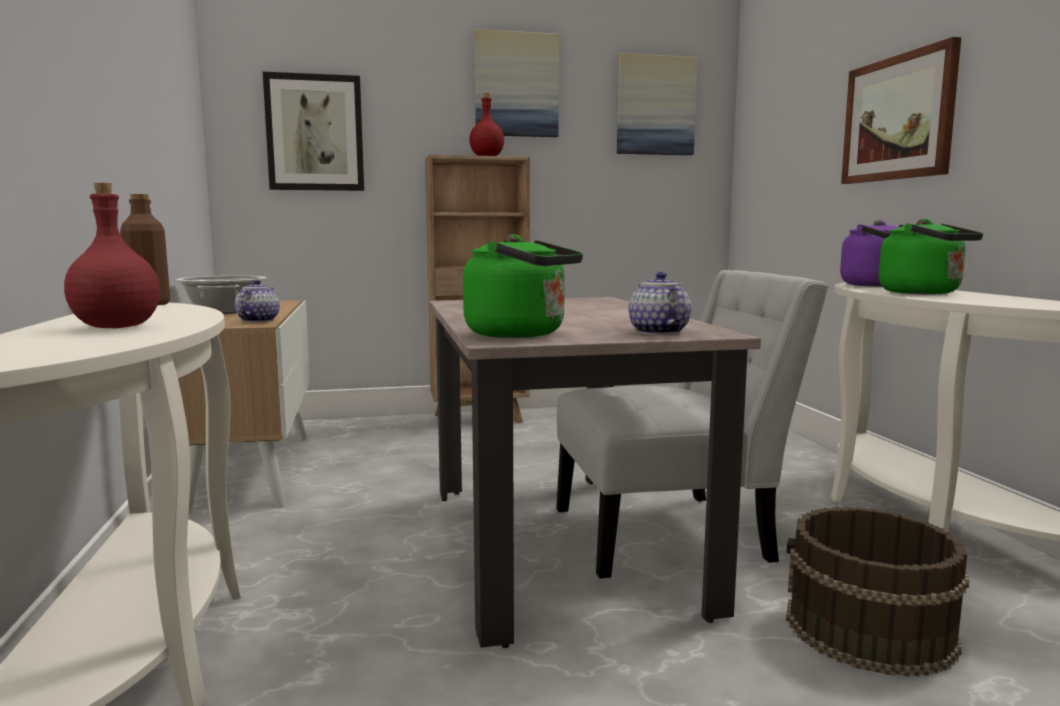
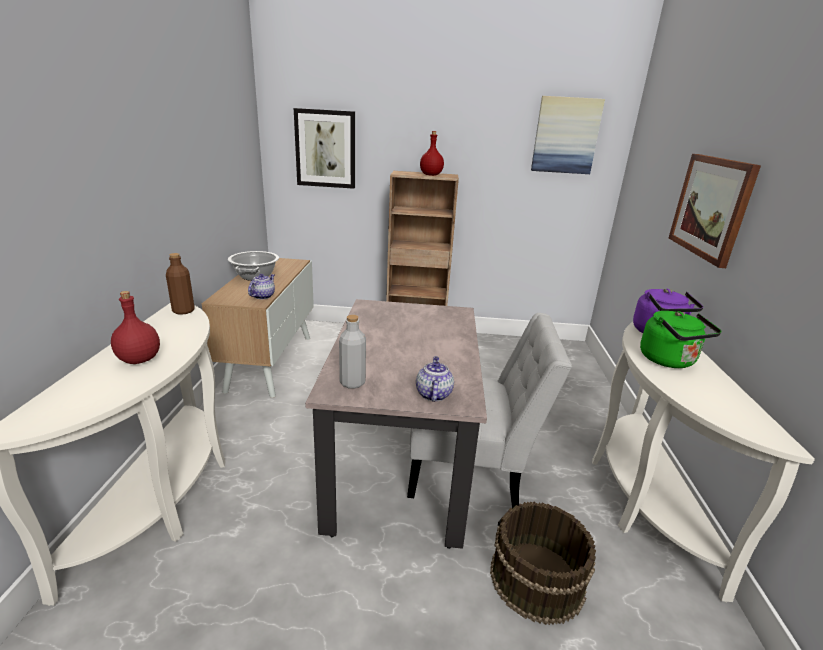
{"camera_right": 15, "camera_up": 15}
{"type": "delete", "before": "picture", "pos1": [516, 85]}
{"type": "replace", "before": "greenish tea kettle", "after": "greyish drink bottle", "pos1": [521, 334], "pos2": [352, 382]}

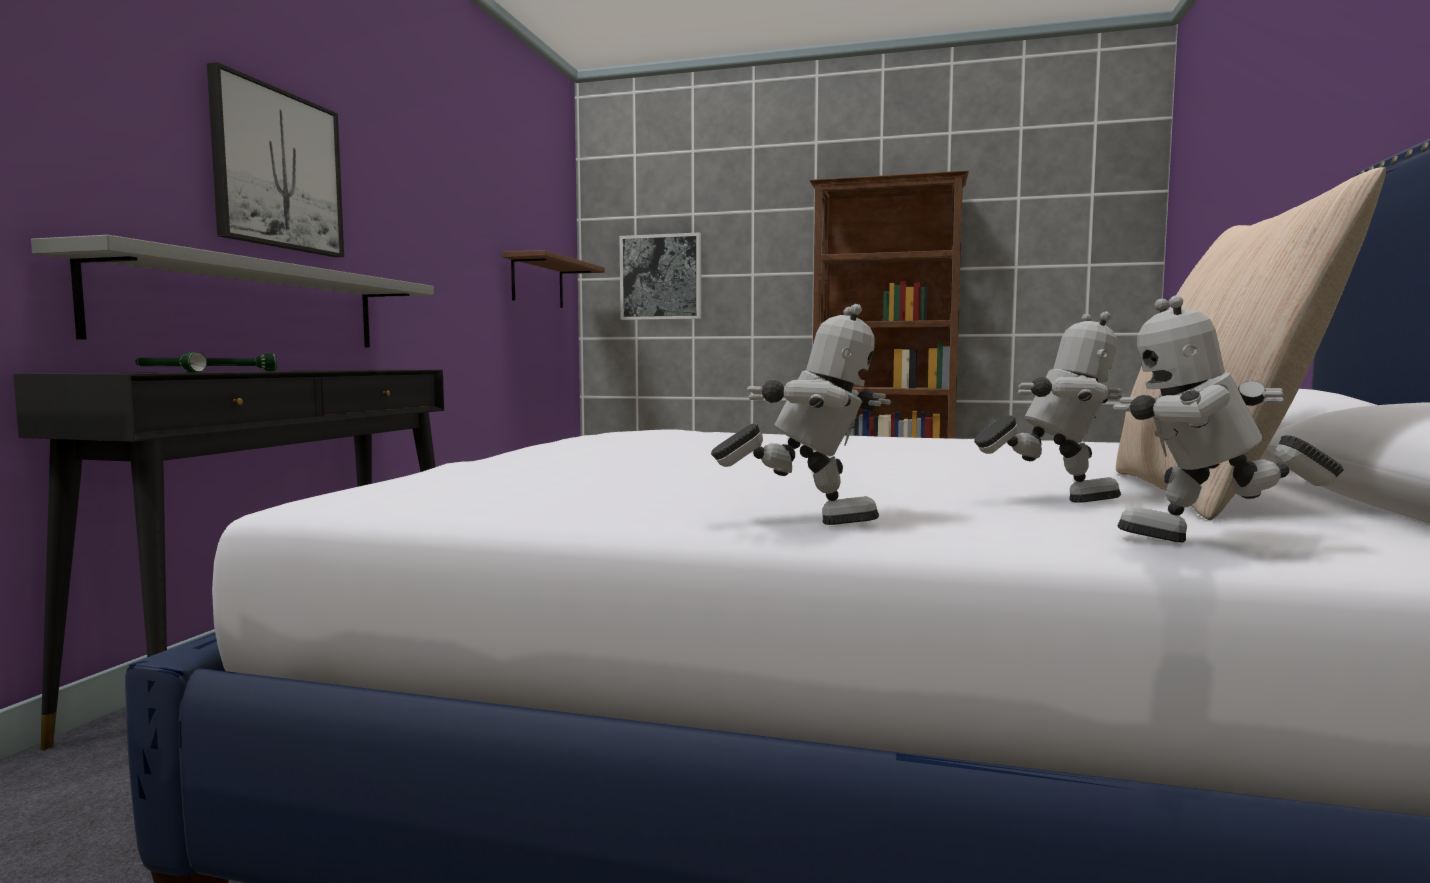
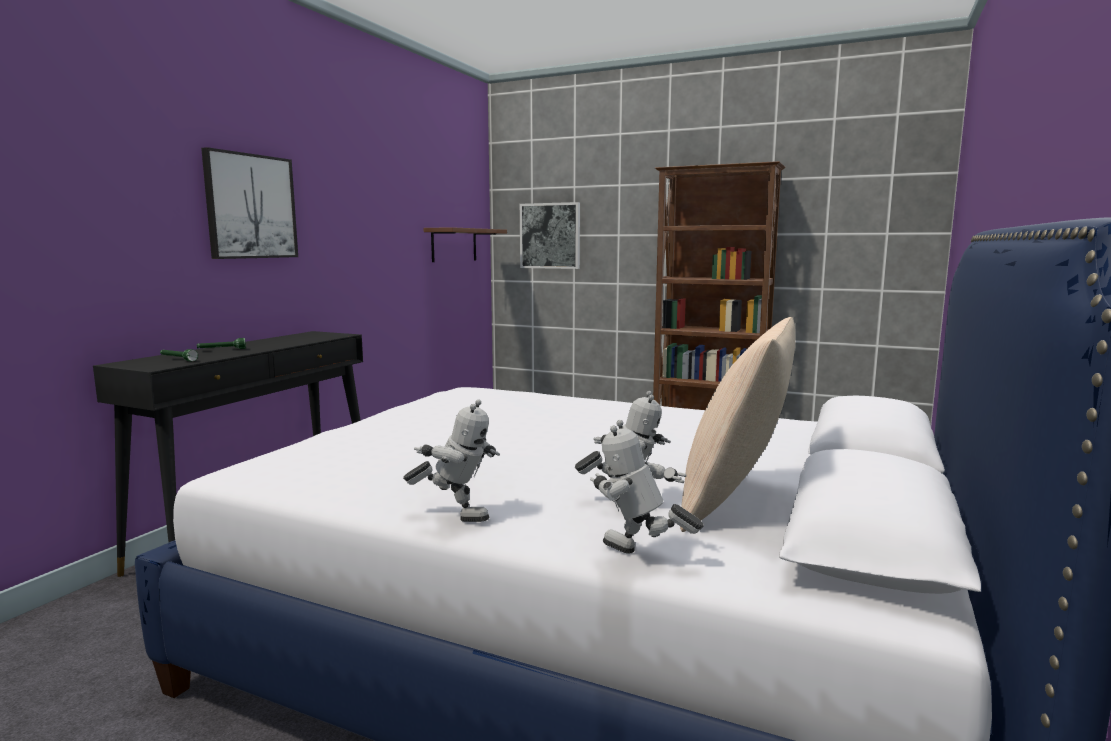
{"camera_right": 10, "camera_up": 5}
{"type": "delete", "before": "greyish bracket shelf", "pos1": [250, 306]}

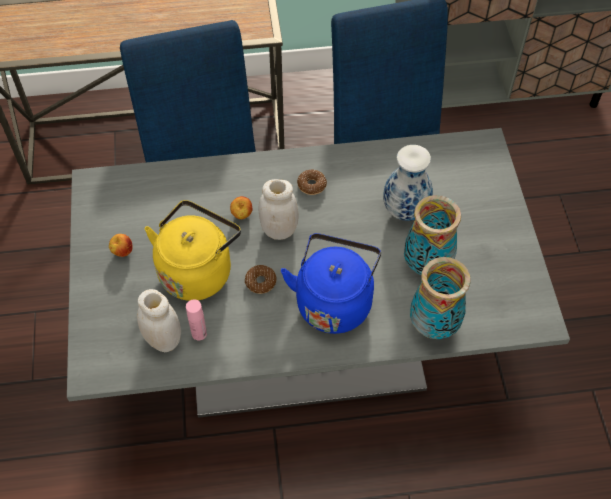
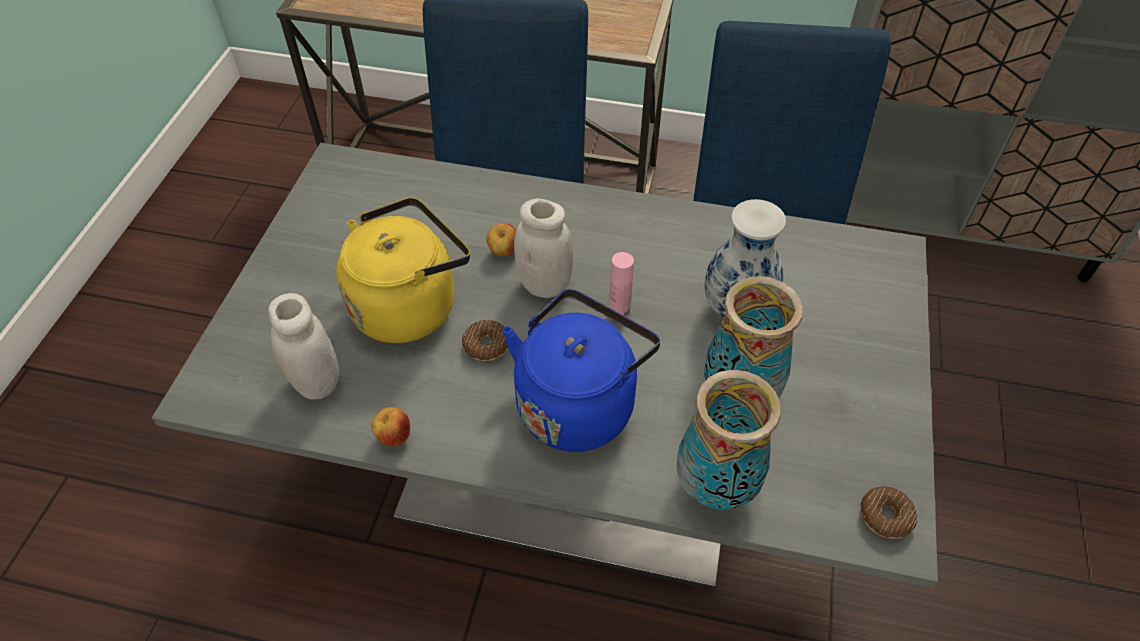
{"camera_right": 20, "camera_up": -5}
{"type": "move", "before": "apple fruit", "pos1": [122, 252], "pos2": [394, 437]}
{"type": "move", "before": "pink-coloured drink bottle", "pos1": [199, 333], "pos2": [619, 312]}
{"type": "move", "before": "ring doughnut", "pos1": [311, 185], "pos2": [885, 516]}

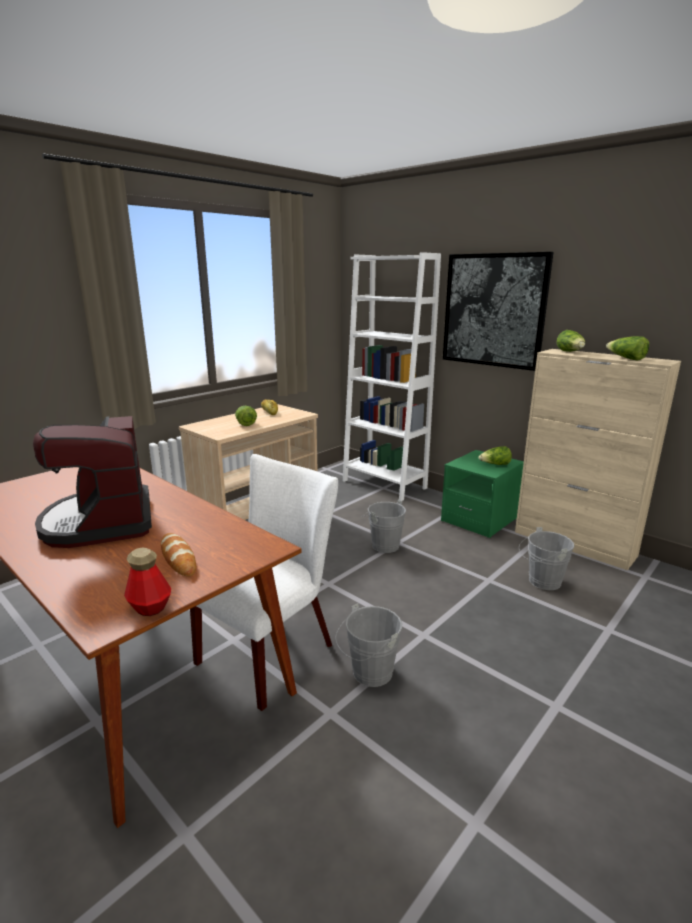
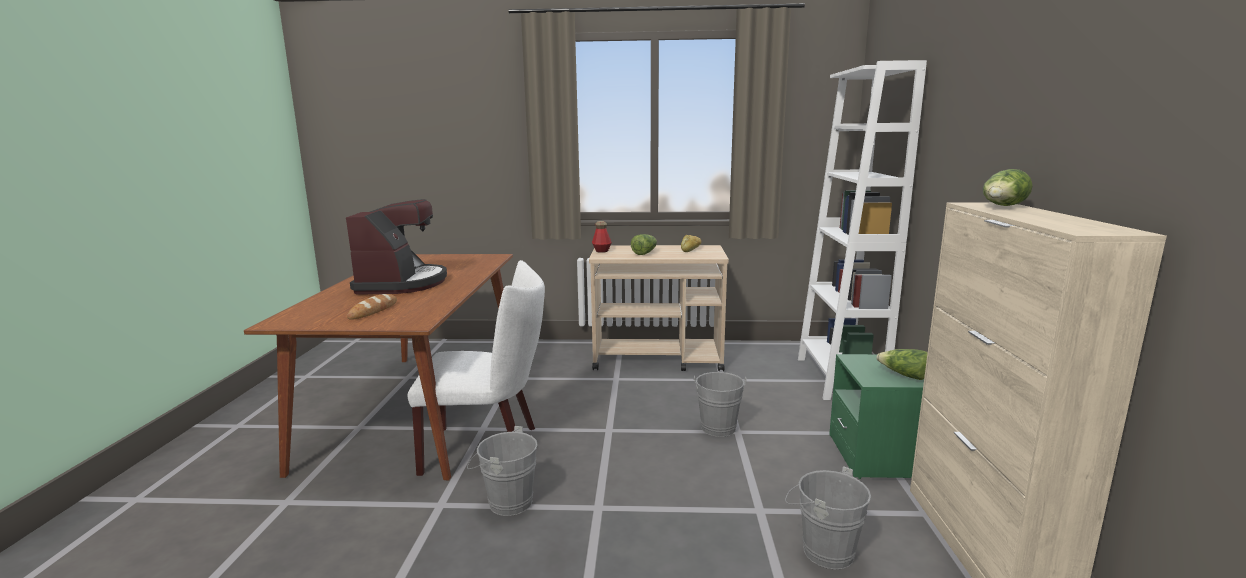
{"camera_right": 50, "camera_up": -5}
{"type": "delete", "before": "picture", "pos1": [494, 310]}
{"type": "delete", "before": "lettuce", "pos1": [626, 358]}
{"type": "move", "before": "drink bottle", "pos1": [150, 607], "pos2": [602, 251]}
{"type": "rotate", "before": "coffee machine", "pos1": [101, 522], "pos2": [402, 283], "turn": 150}

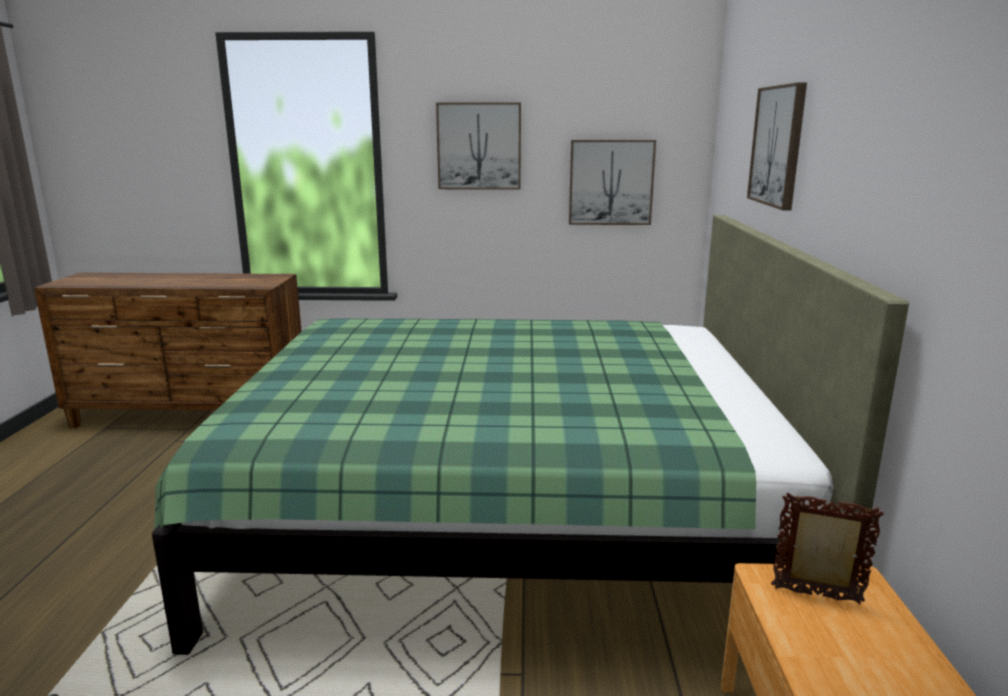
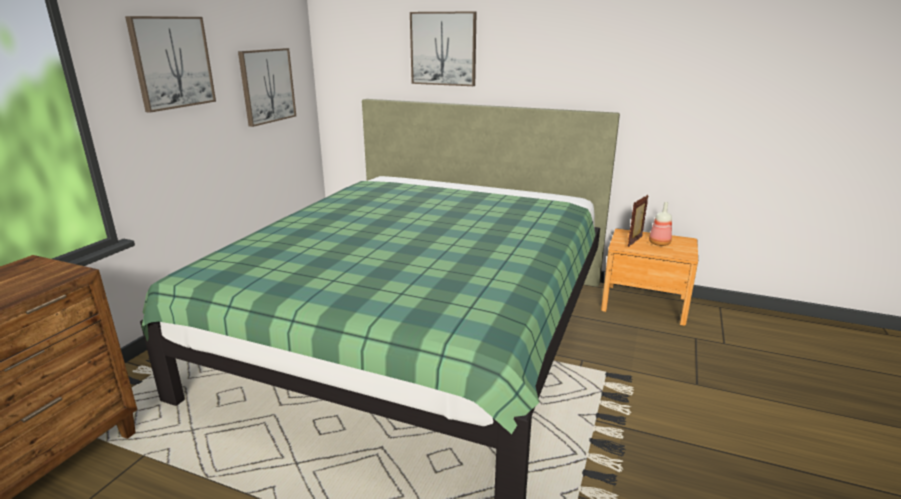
{"camera_right": -70, "camera_up": 5}
{"type": "insert", "after": "drink bottle", "pos2": [659, 243]}

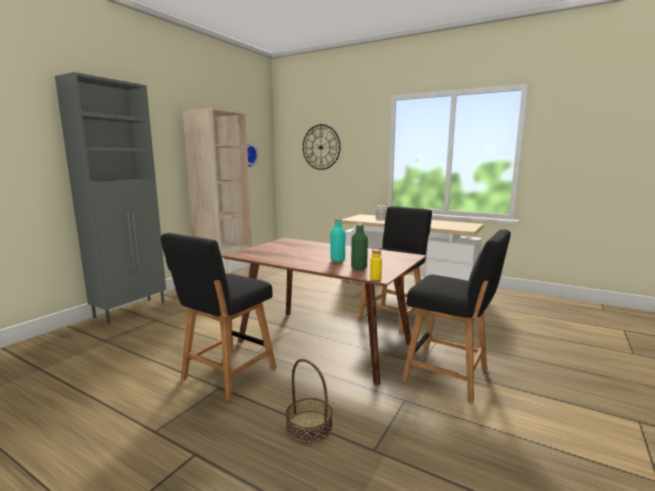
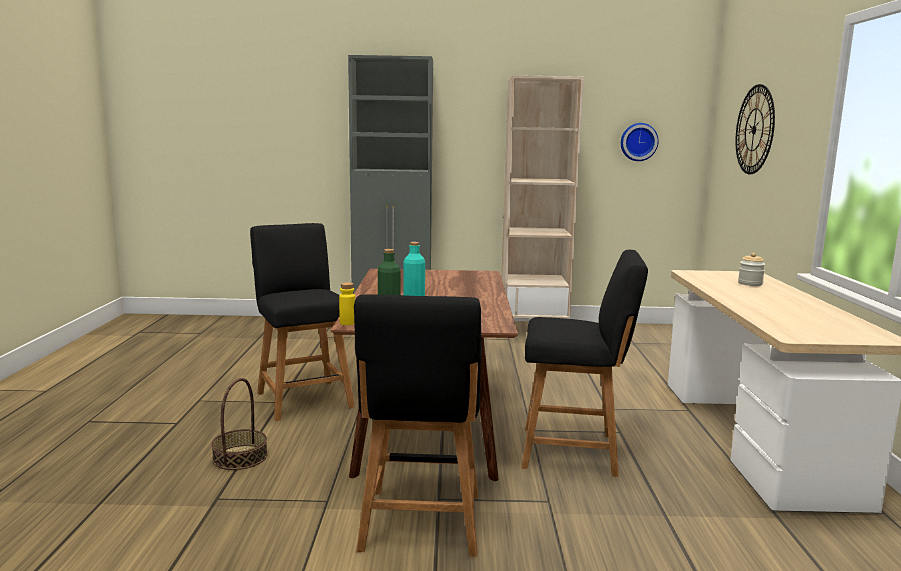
{"camera_right": 60, "camera_up": 0}
{"type": "rotate", "before": "black upright chair", "pos1": [226, 375], "pos2": [303, 398], "turn": 60}

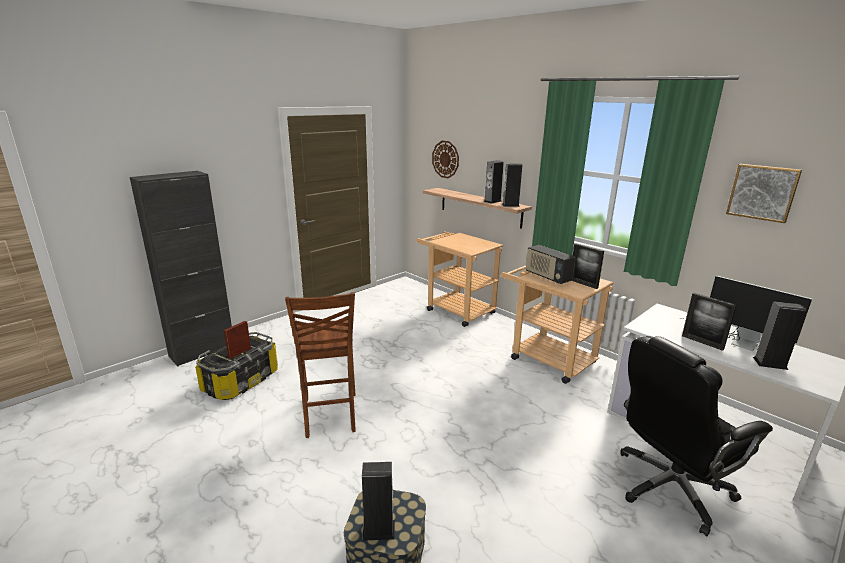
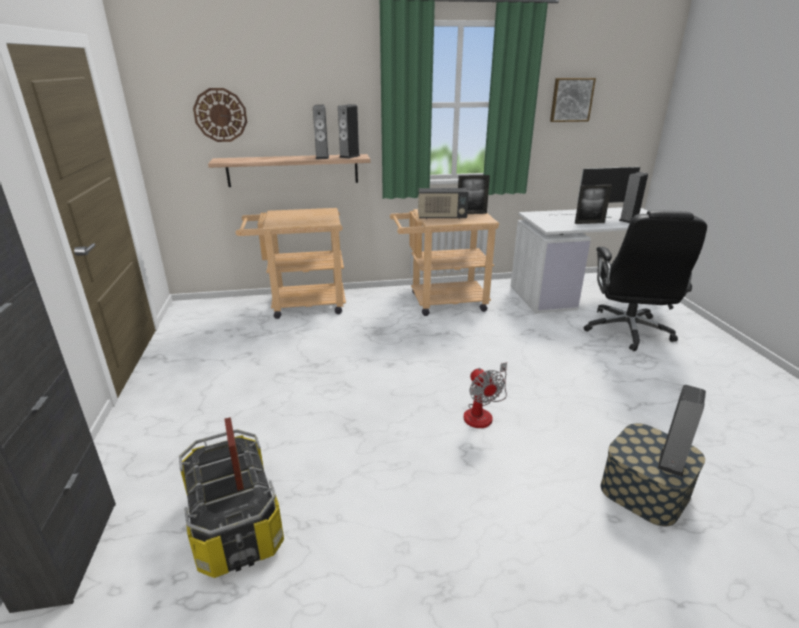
{"camera_right": -55, "camera_up": 5}
{"type": "delete", "before": "brown upright chair", "pos1": [329, 416]}
{"type": "insert", "after": "fan", "pos2": [482, 412]}

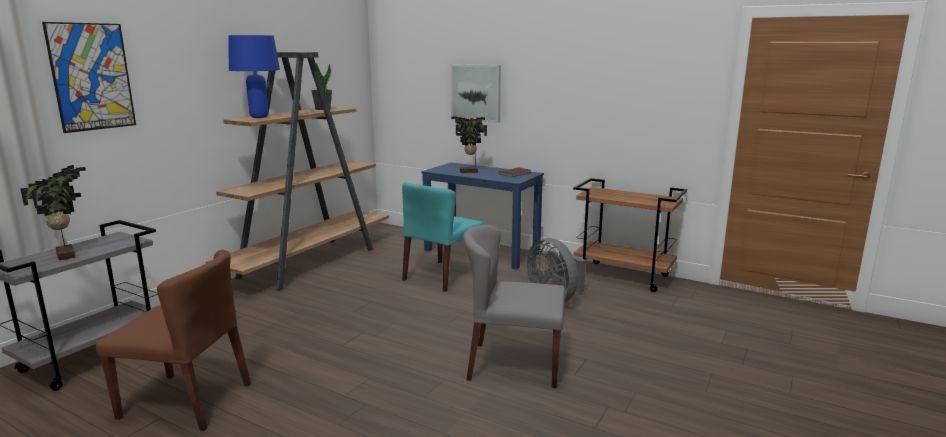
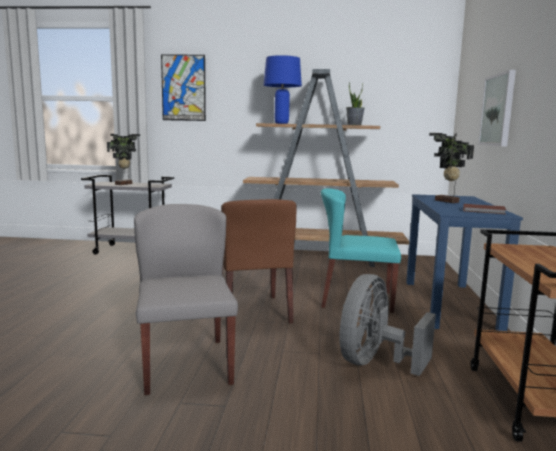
{"camera_right": 65, "camera_up": -5}
{"type": "move", "before": "brown upright chair", "pos1": [187, 401], "pos2": [253, 311]}

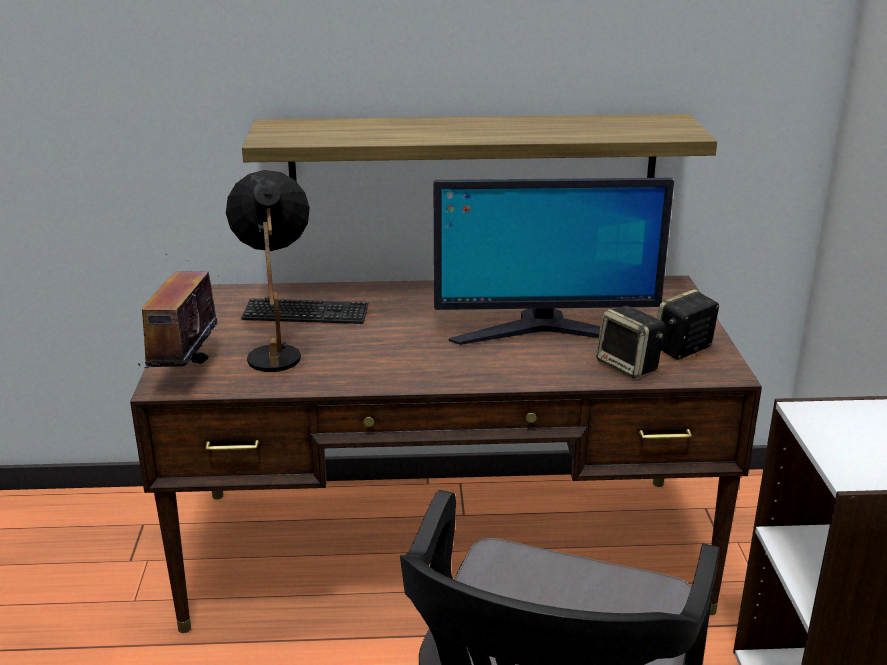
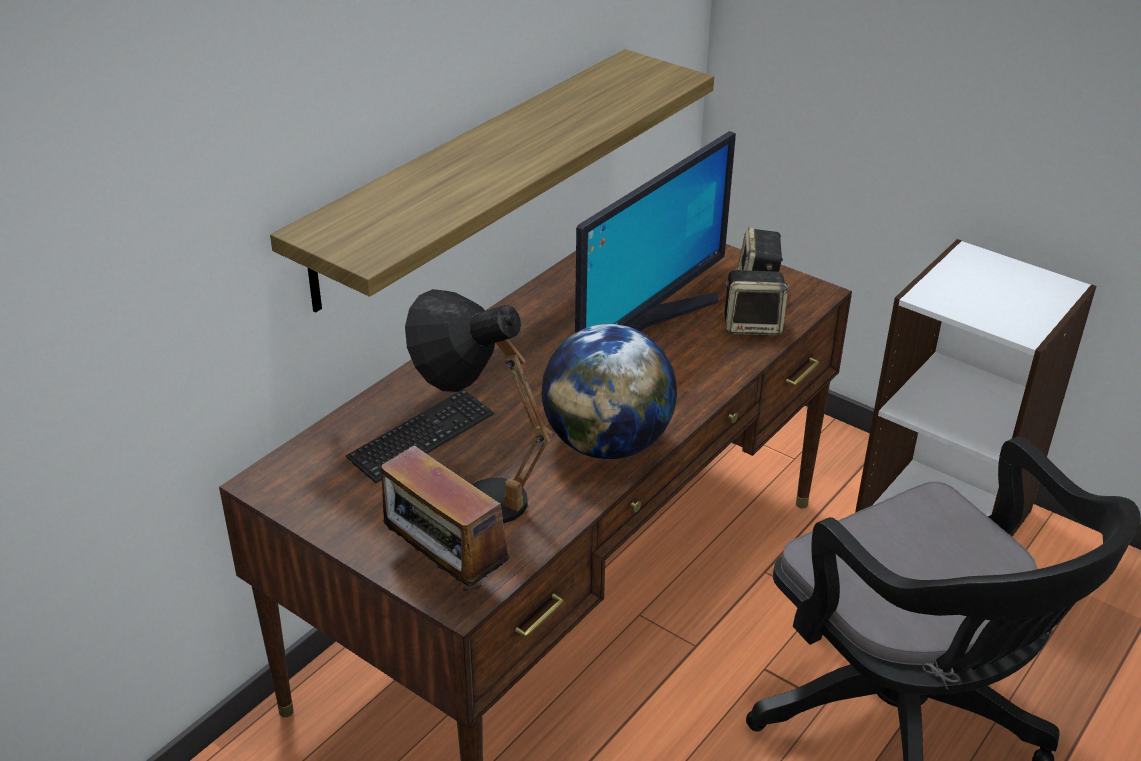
{"camera_right": -50, "camera_up": 10}
{"type": "insert", "after": "globe", "pos2": [608, 443]}

